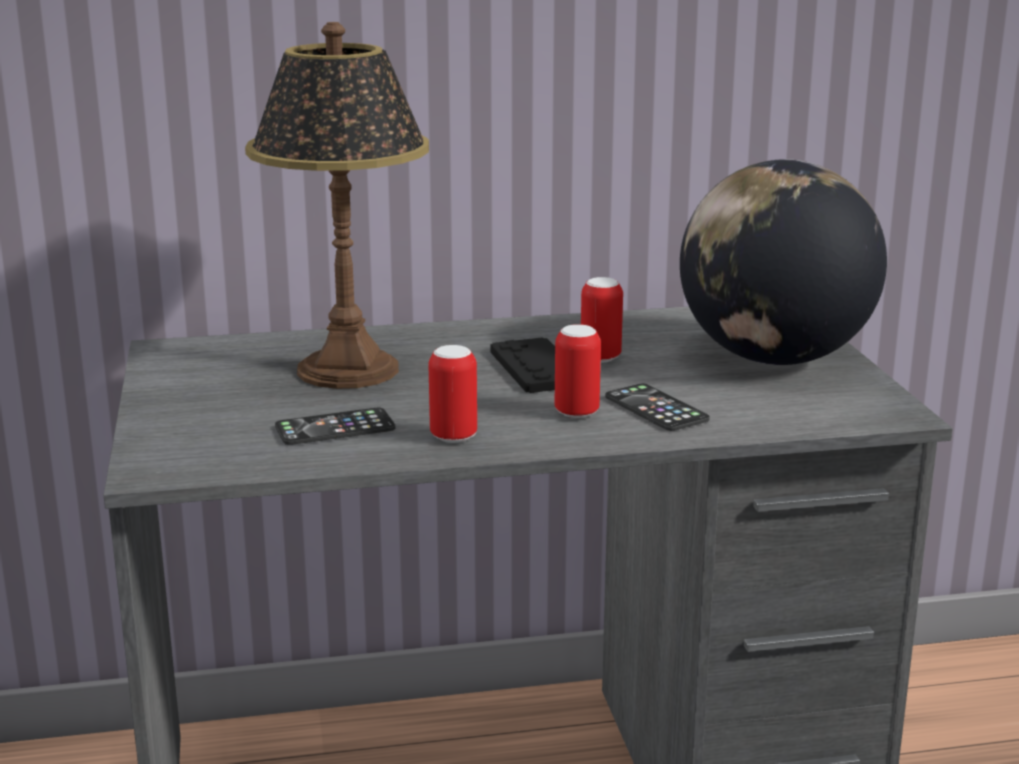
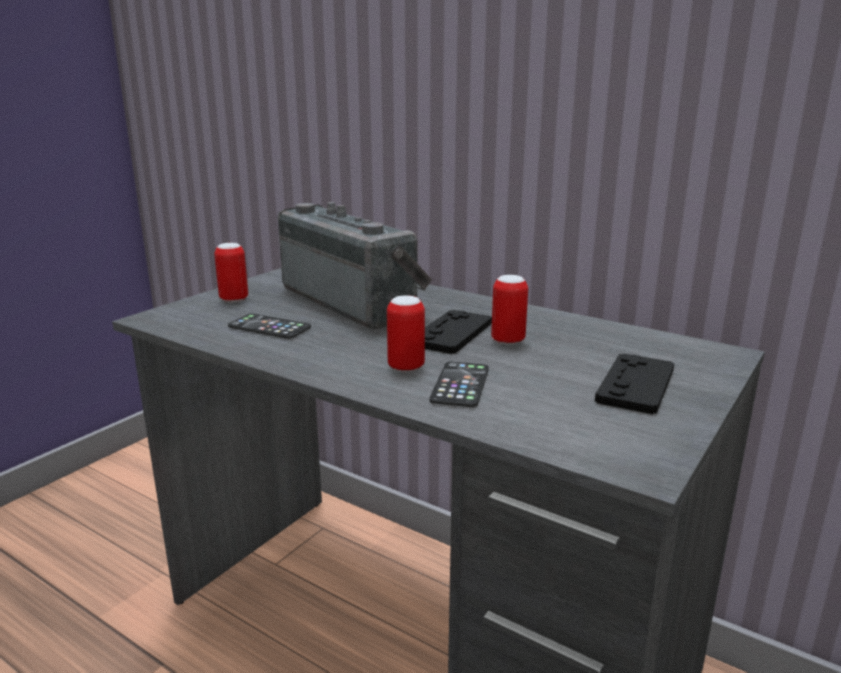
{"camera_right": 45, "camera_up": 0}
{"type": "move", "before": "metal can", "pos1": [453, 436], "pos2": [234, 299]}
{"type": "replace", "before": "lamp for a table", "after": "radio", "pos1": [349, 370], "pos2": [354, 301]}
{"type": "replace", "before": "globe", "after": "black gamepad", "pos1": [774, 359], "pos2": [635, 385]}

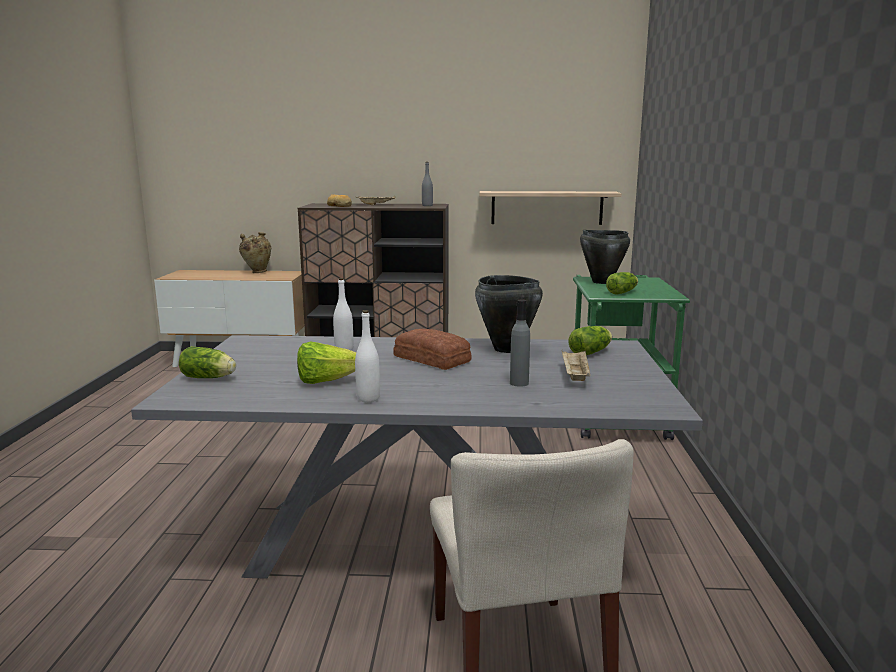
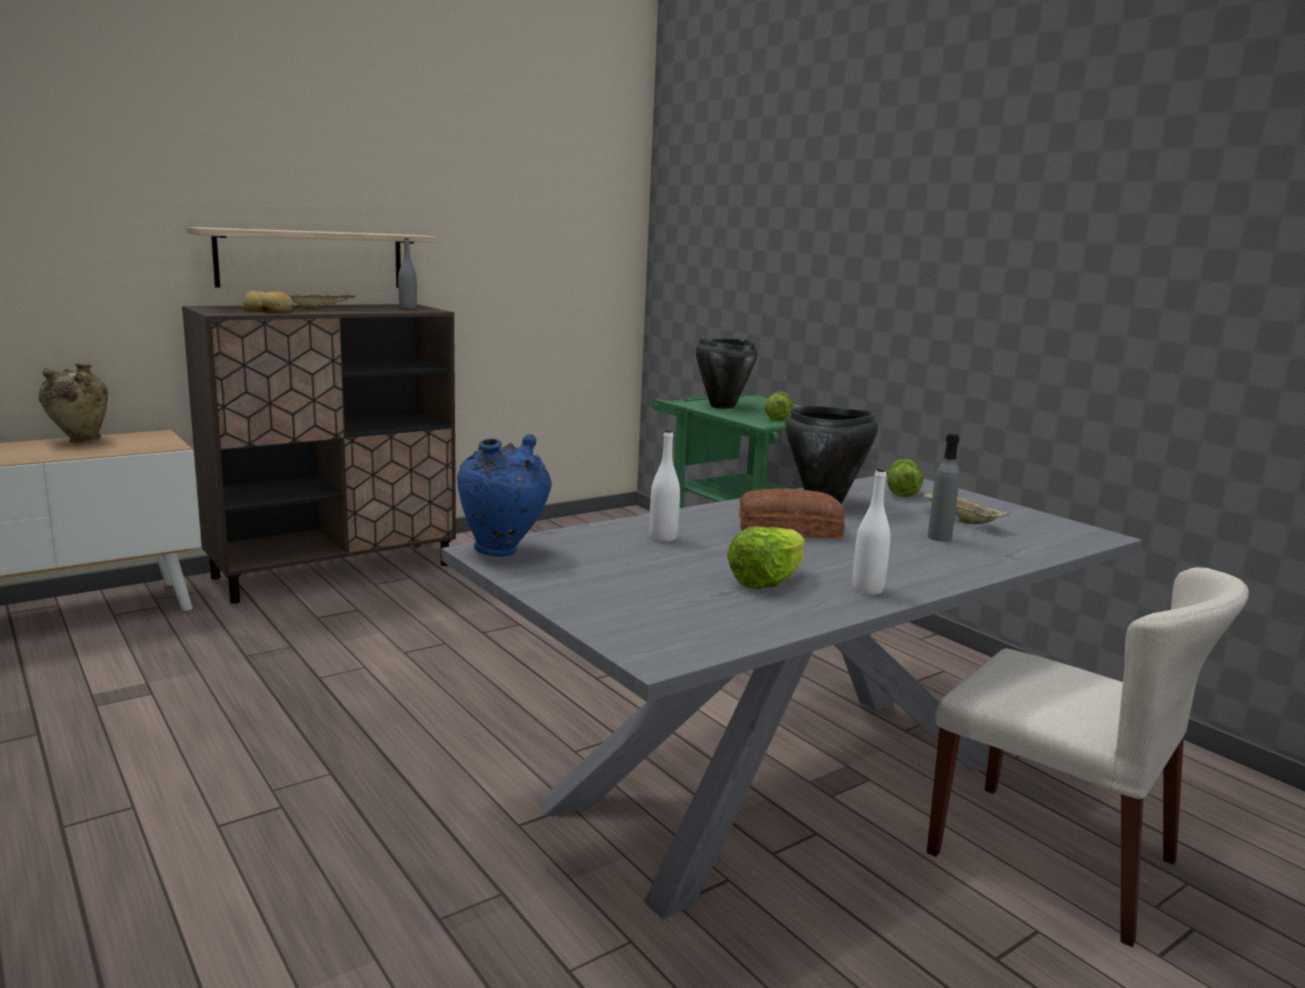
{"camera_right": -40, "camera_up": 0}
{"type": "delete", "before": "lettuce", "pos1": [210, 378]}
{"type": "insert", "after": "blue flower vase", "pos2": [503, 551]}
{"type": "move", "before": "bracket shelf", "pos1": [547, 207], "pos2": [311, 259]}

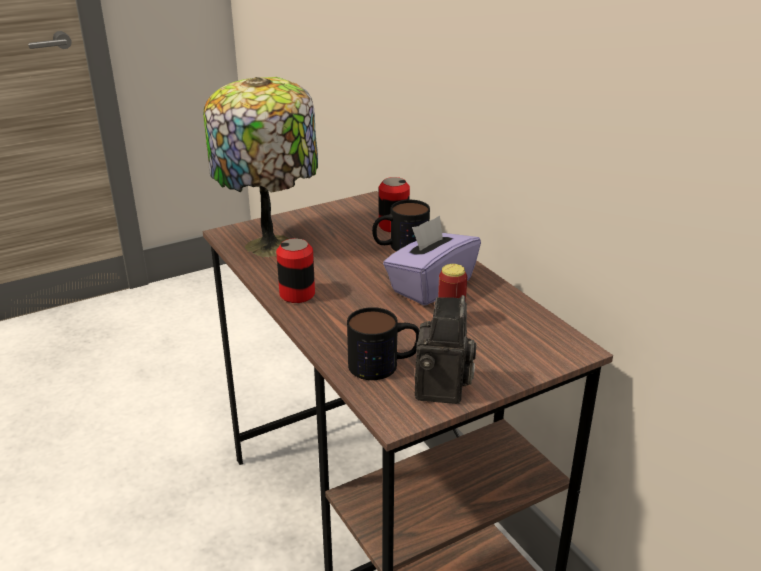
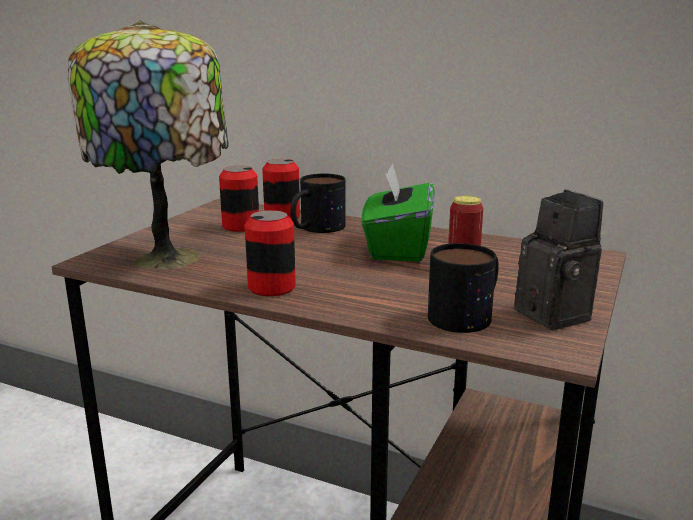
{"camera_right": -35, "camera_up": -10}
{"type": "insert", "after": "metal can", "pos2": [241, 226]}
{"type": "recolor", "before": "purple box of tissues", "after": "greenish box of tissues", "pos1": [430, 286], "pos2": [397, 247]}

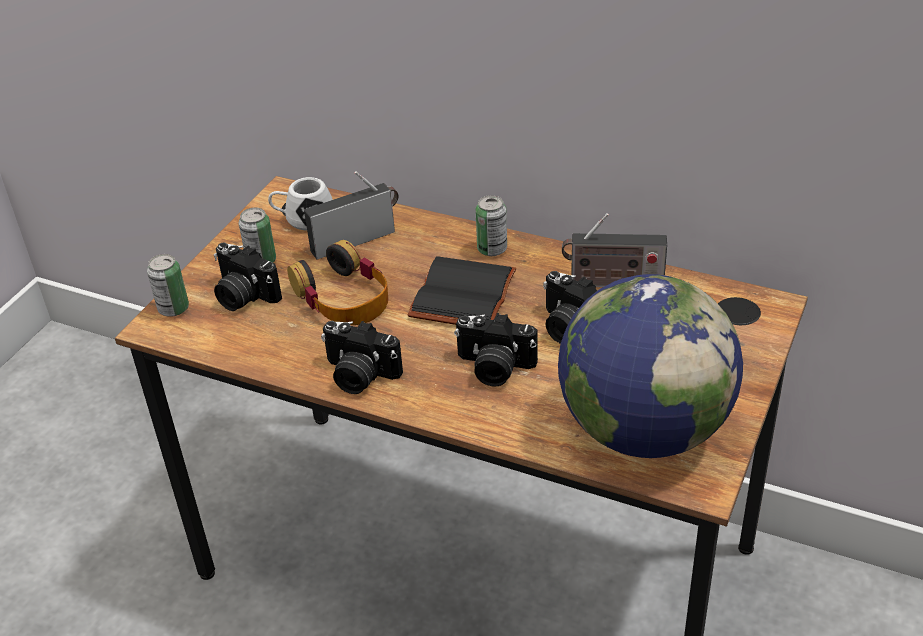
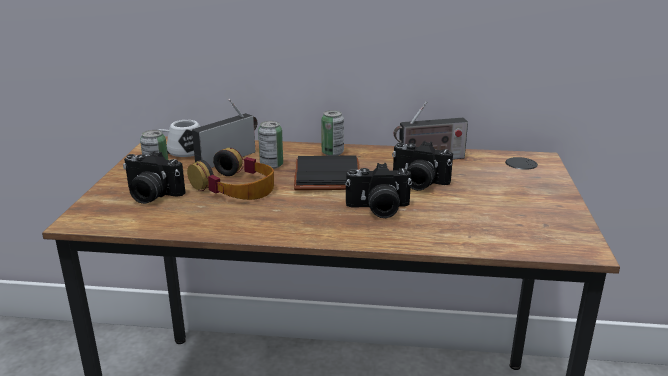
{"camera_right": -20, "camera_up": -15}
{"type": "delete", "before": "photo camera", "pos1": [358, 375]}
{"type": "delete", "before": "globe", "pos1": [644, 430]}
{"type": "move", "before": "metal can", "pos1": [173, 309], "pos2": [271, 165]}

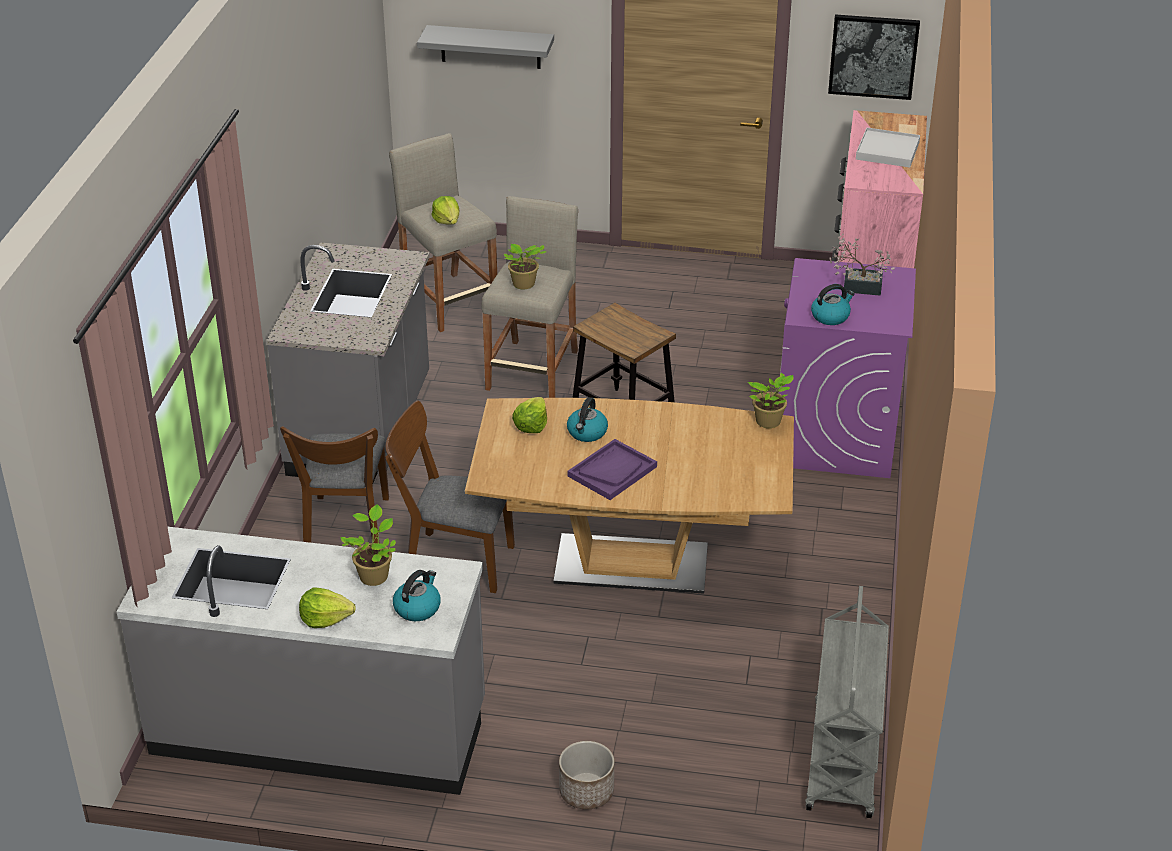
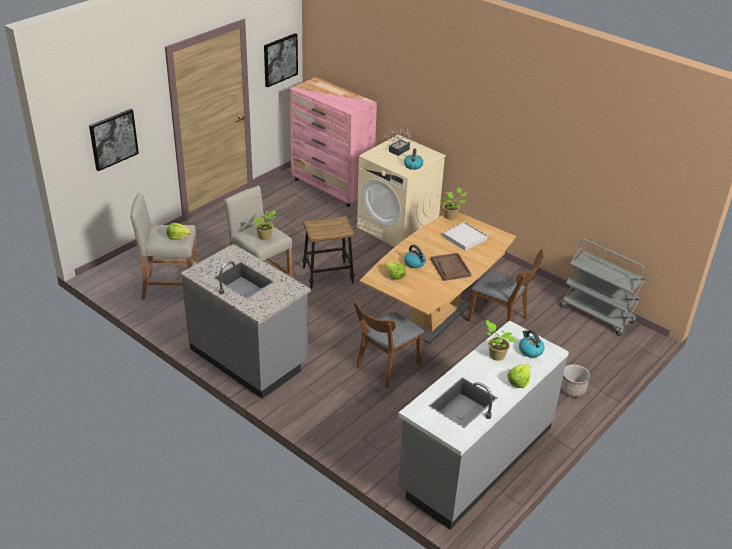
{"camera_right": -60, "camera_up": 0}
{"type": "move", "before": "brown upright chair", "pos1": [346, 530], "pos2": [501, 321]}
{"type": "move", "before": "white serving tray", "pos1": [887, 151], "pos2": [464, 238]}
{"type": "replace", "before": "greyish bracket shelf", "after": "picture", "pos1": [490, 47], "pos2": [113, 139]}
{"type": "recolor", "before": "purple serving tray", "after": "brown serving tray", "pos1": [612, 471], "pos2": [450, 268]}
{"type": "recolor", "before": "purple washing machine", "after": "beige washing machine", "pos1": [835, 436], "pos2": [397, 228]}

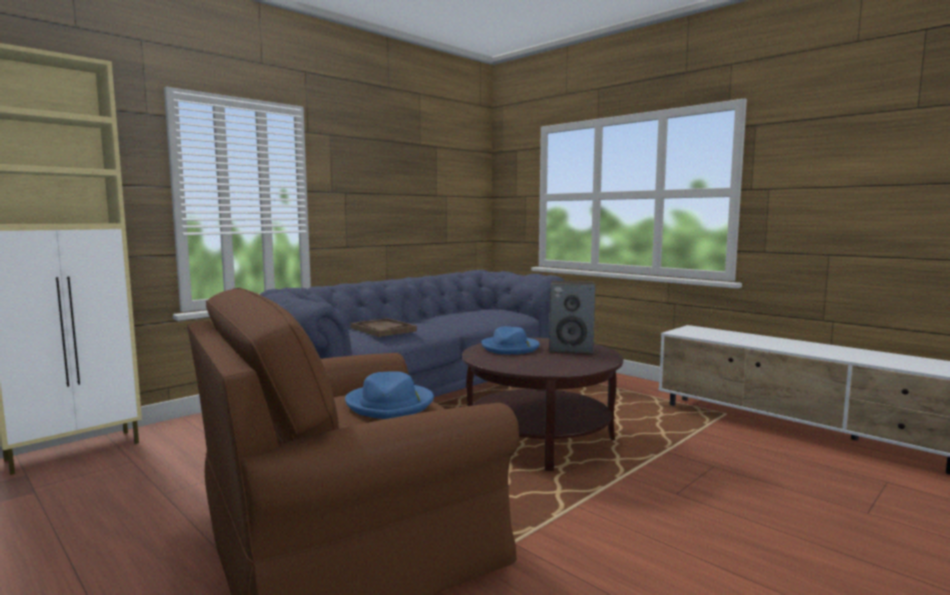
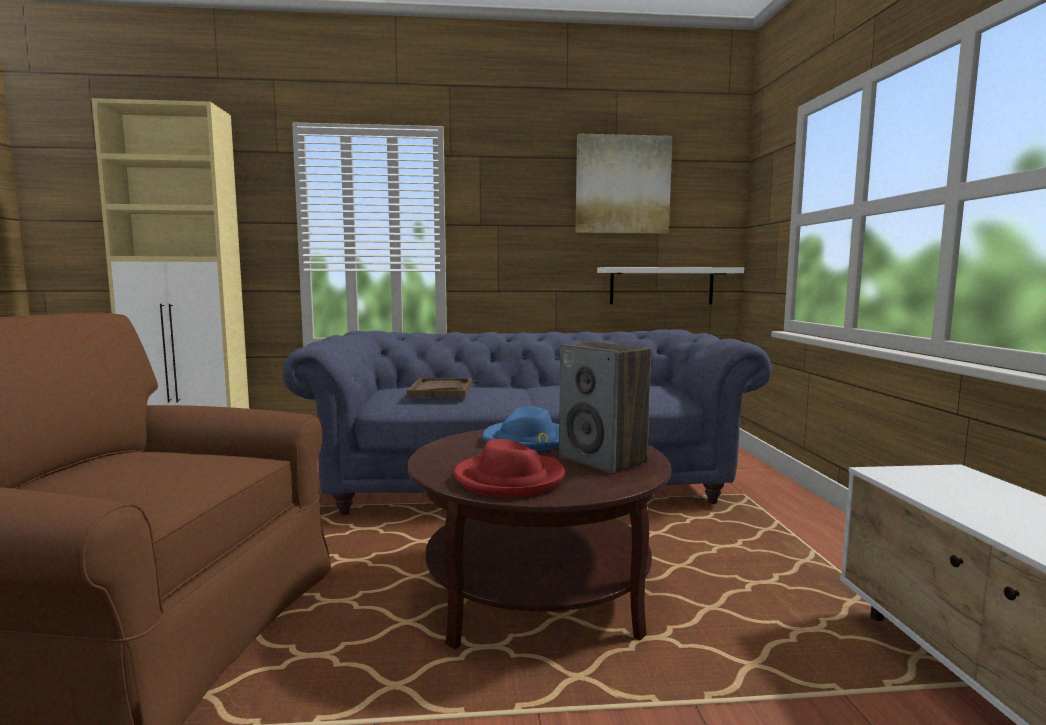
{"camera_right": 40, "camera_up": 0}
{"type": "delete", "before": "blue wearable hat", "pos1": [390, 404]}
{"type": "insert", "after": "reddish wearable hat", "pos2": [509, 479]}
{"type": "insert", "after": "picture", "pos2": [622, 185]}
{"type": "insert", "after": "white bracket shelf", "pos2": [661, 286]}

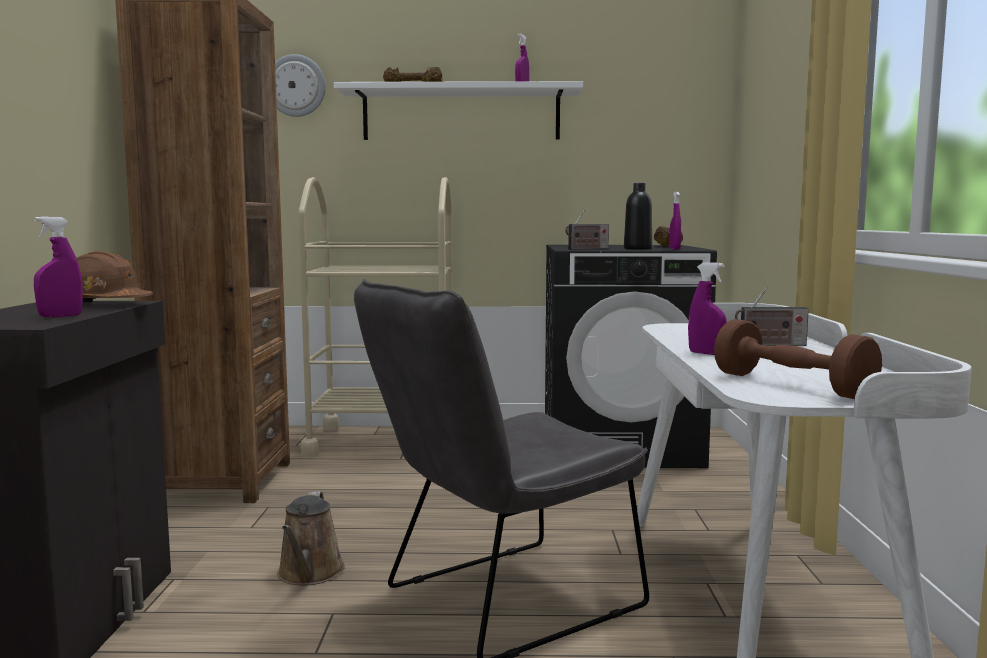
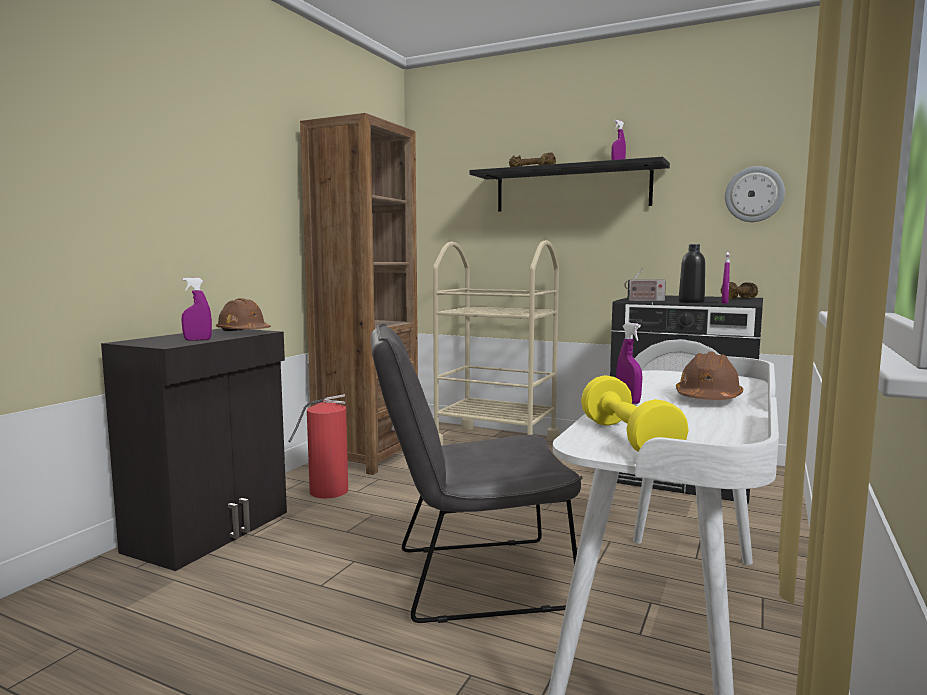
{"camera_right": 25, "camera_up": 0}
{"type": "delete", "before": "brown watering can", "pos1": [309, 574]}
{"type": "insert", "after": "extinguisher", "pos2": [326, 491]}
{"type": "move", "before": "clock on the wall", "pos1": [296, 86], "pos2": [754, 194]}
{"type": "replace", "before": "radio", "after": "brown hard hat", "pos1": [769, 345], "pos2": [708, 399]}
{"type": "recolor", "before": "white bracket shelf", "after": "black bracket shelf", "pos1": [461, 115], "pos2": [571, 189]}
{"type": "recolor", "before": "brown dumbbell", "after": "yellow-coloured dumbbell", "pos1": [791, 386], "pos2": [628, 439]}

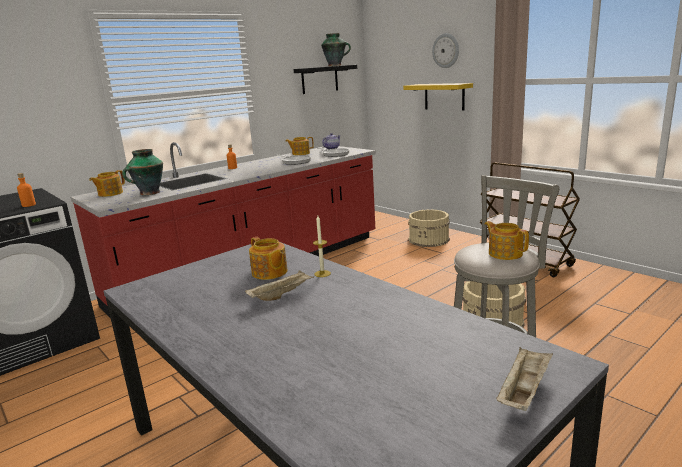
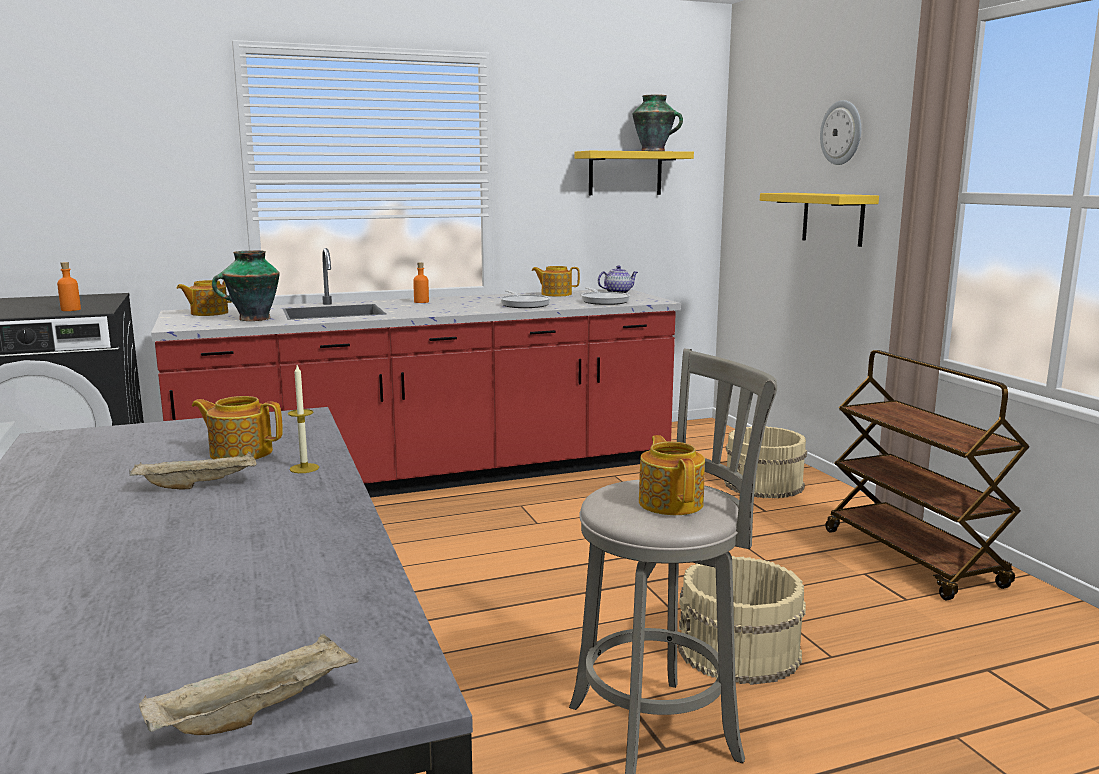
{"camera_right": 20, "camera_up": -5}
{"type": "recolor", "before": "black bracket shelf", "after": "yellow-coloured bracket shelf", "pos1": [319, 79], "pos2": [625, 173]}
{"type": "rotate", "before": "pot for tea", "pos1": [269, 273], "pos2": [240, 452], "turn": 120}

